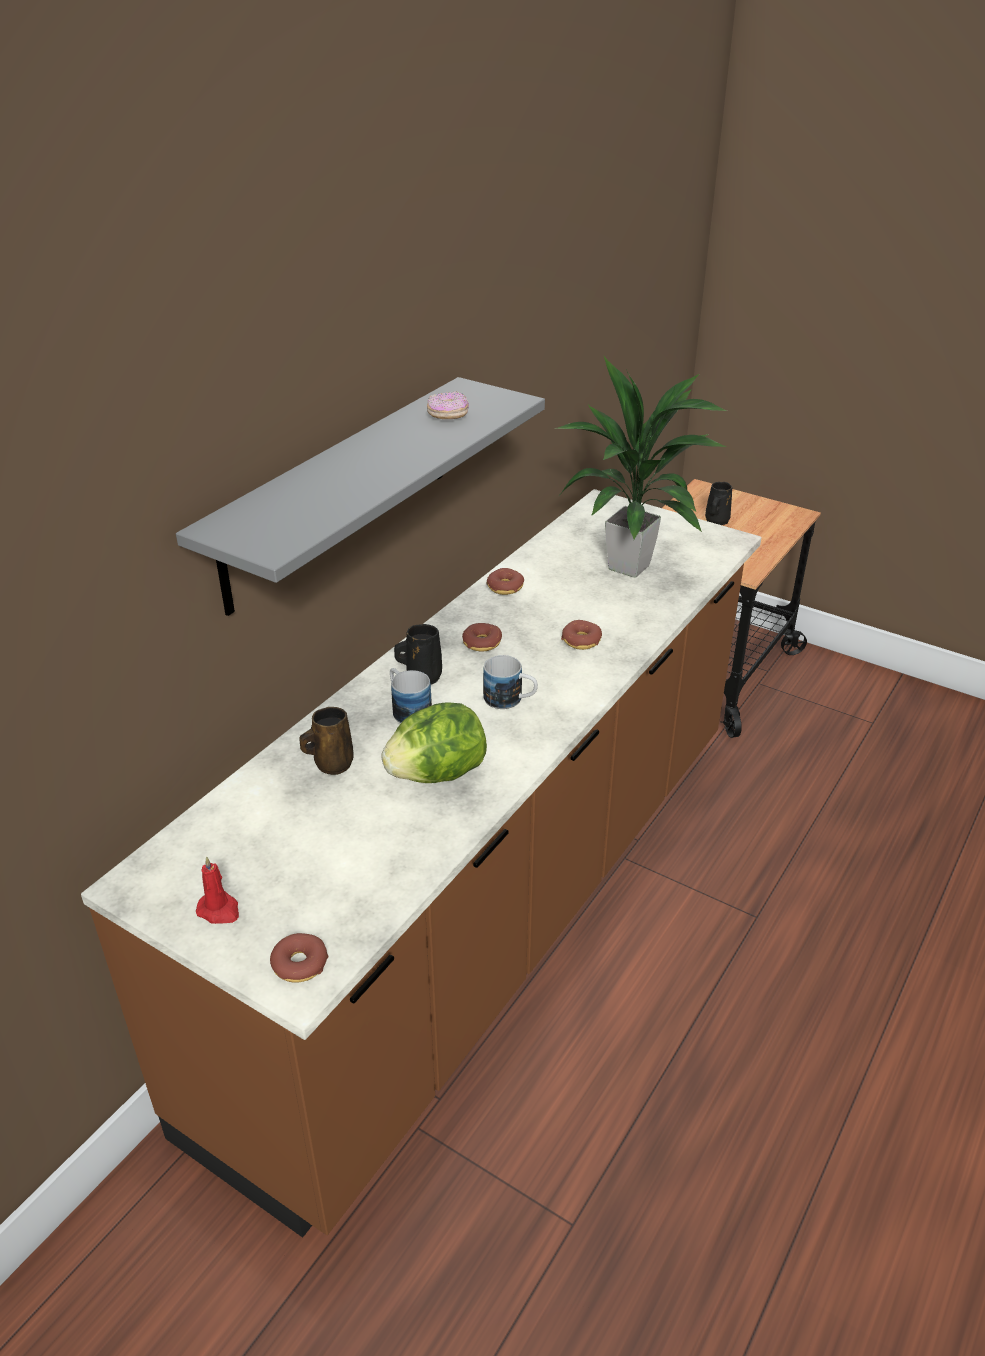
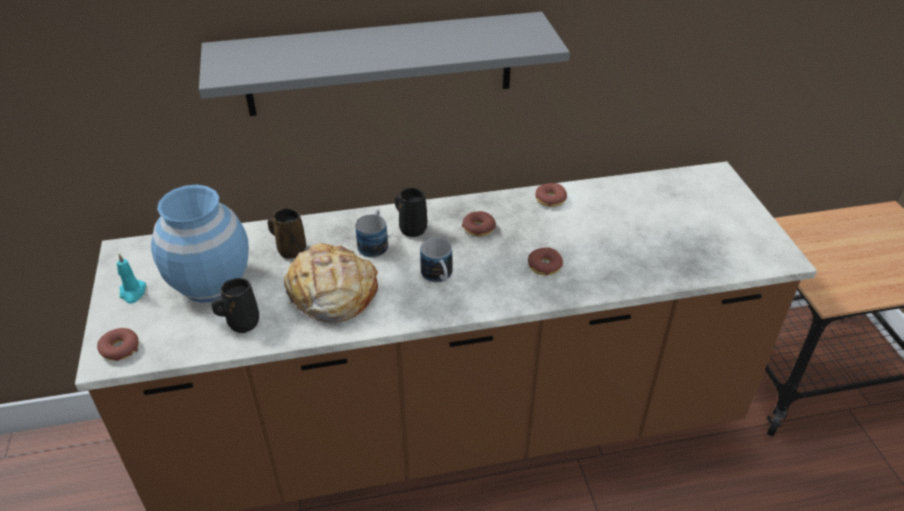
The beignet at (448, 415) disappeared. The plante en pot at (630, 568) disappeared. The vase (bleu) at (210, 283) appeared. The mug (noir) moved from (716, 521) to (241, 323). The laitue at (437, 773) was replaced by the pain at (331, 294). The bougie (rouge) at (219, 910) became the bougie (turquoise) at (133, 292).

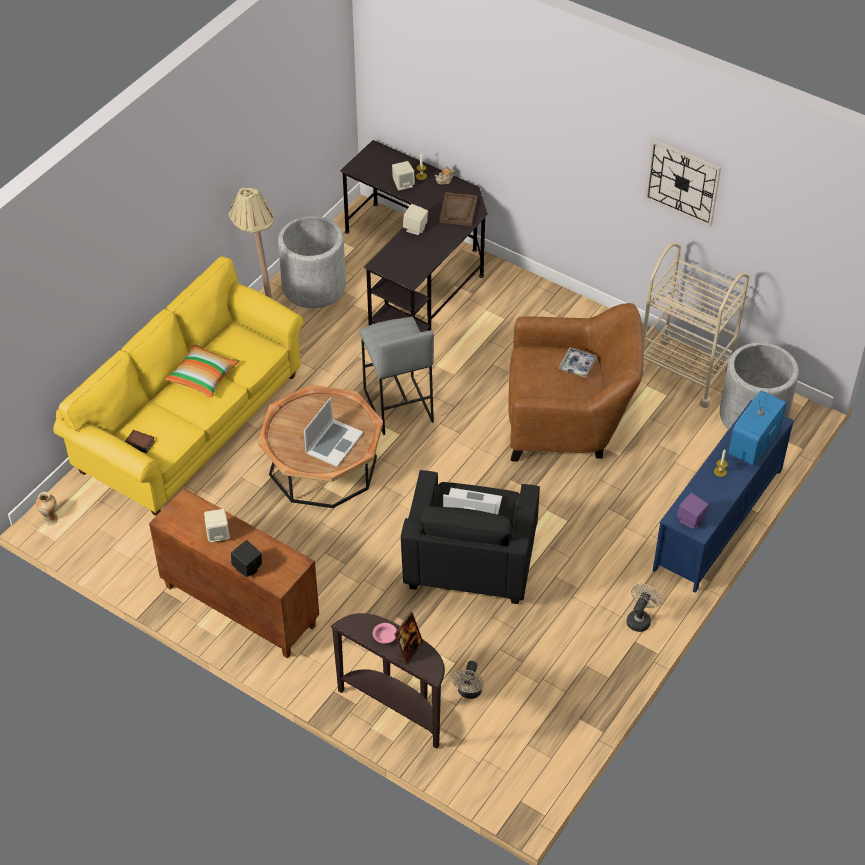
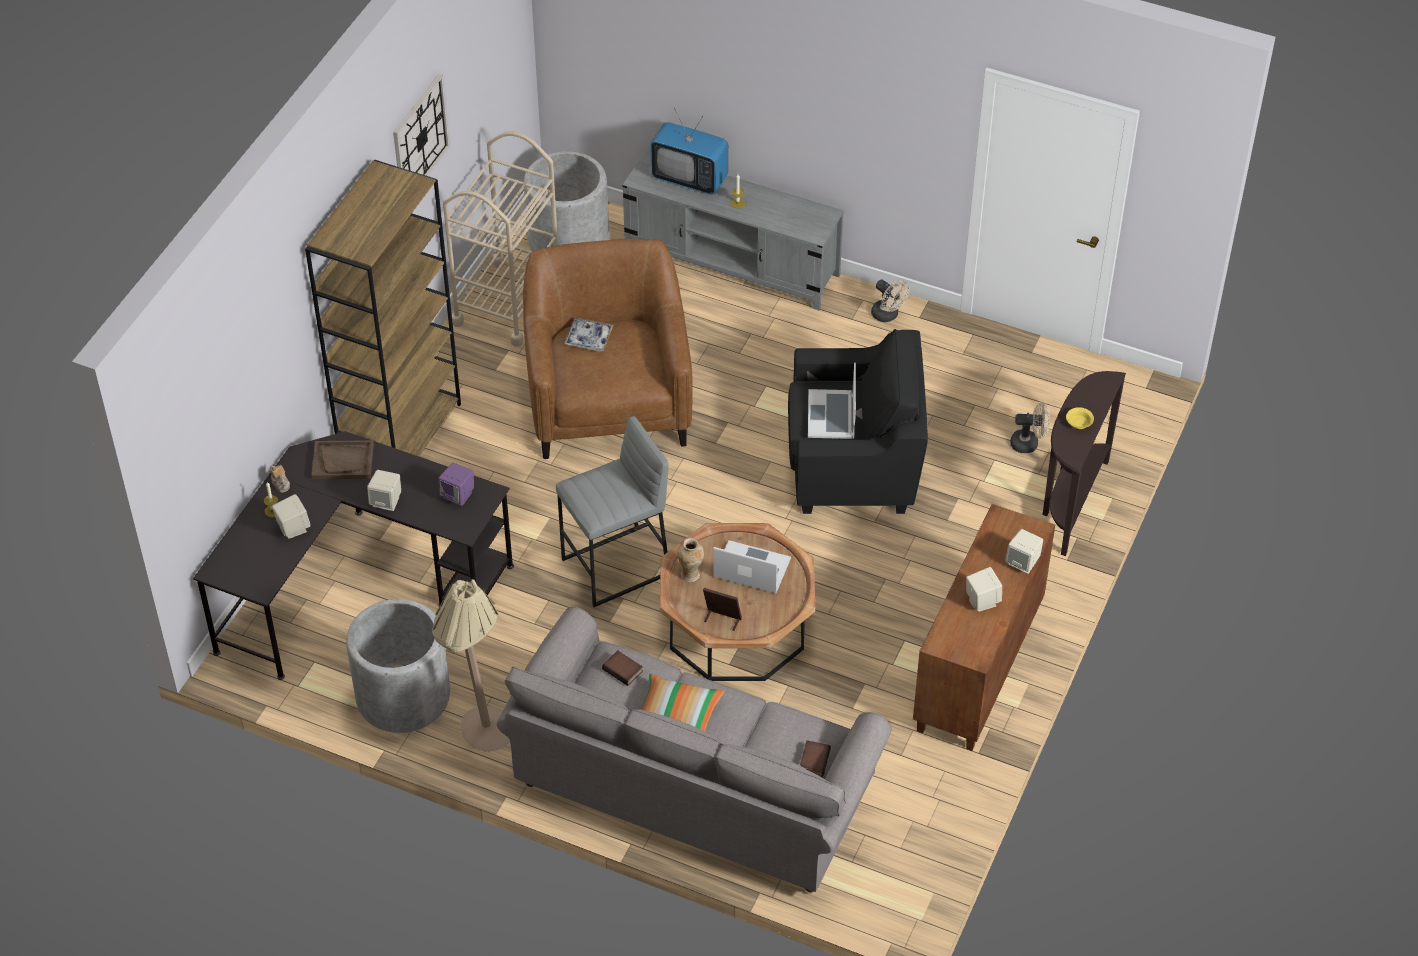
The bibliothèque (marron) at (401, 437) appeared. The livre at (623, 670) appeared. The vase moved from (50, 520) to (691, 575). The cadre photo moved from (408, 650) to (722, 620). The enceinte (violet) moved from (690, 520) to (458, 495). The canapé (jaune) at (190, 424) became the canapé (gris) at (694, 786). The enceinte (noir) at (247, 568) became the enceinte (beige) at (1023, 562). The bol (rose) at (384, 637) became the bol (jaune) at (1079, 423). The meuble télé (bleu) at (718, 519) became the meuble télé (gris) at (732, 262). The ventilateur (beige) at (640, 619) turned 150 degrees counterclockwise.

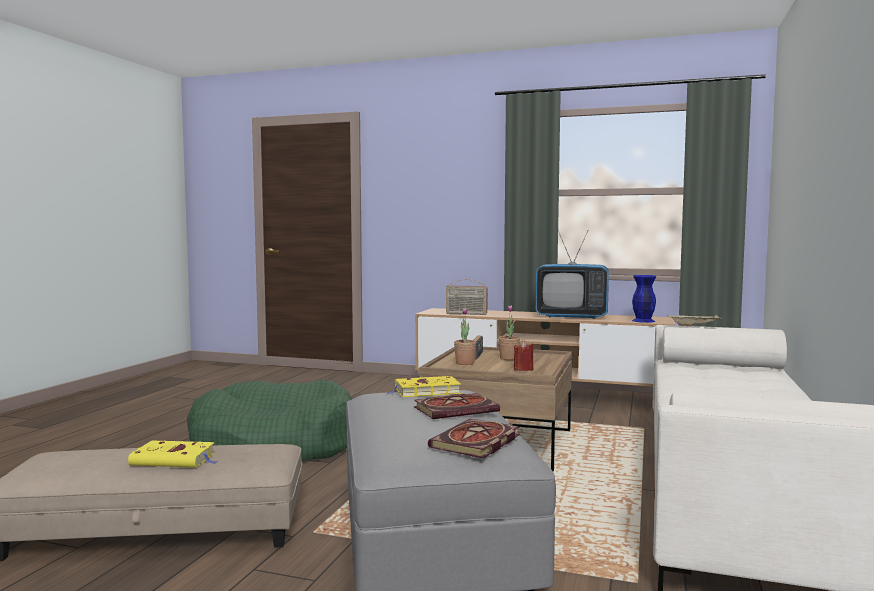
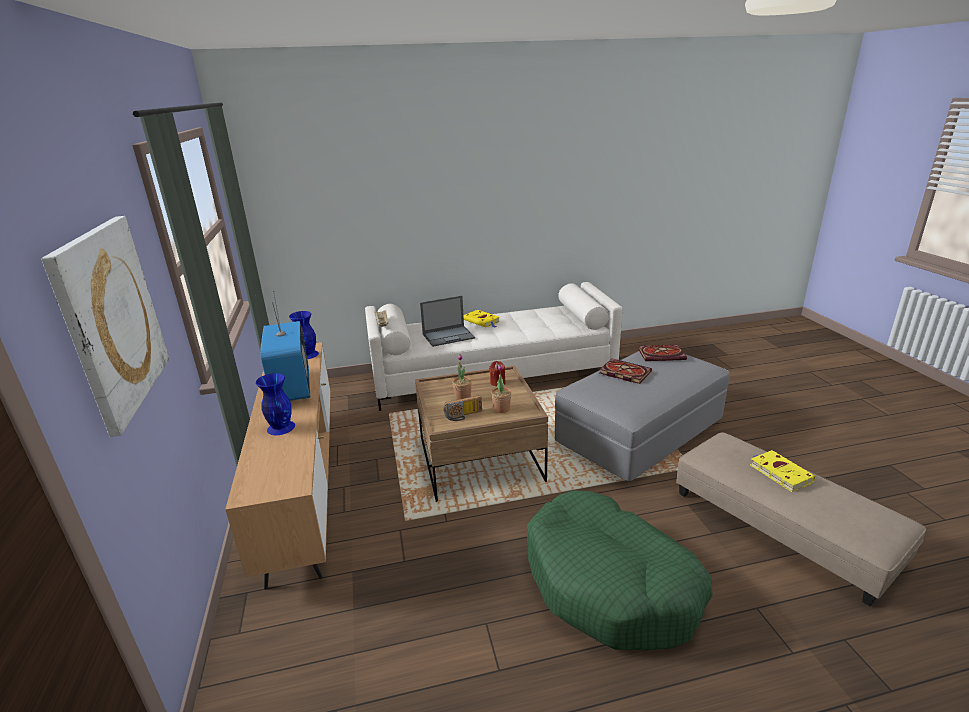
The radio at (466, 314) disappeared. The tableau at (111, 319) appeared. The vase (bleu) at (280, 427) appeared. The ordinateur portable at (449, 336) appeared. The livre (jaune) moved from (425, 391) to (482, 321).

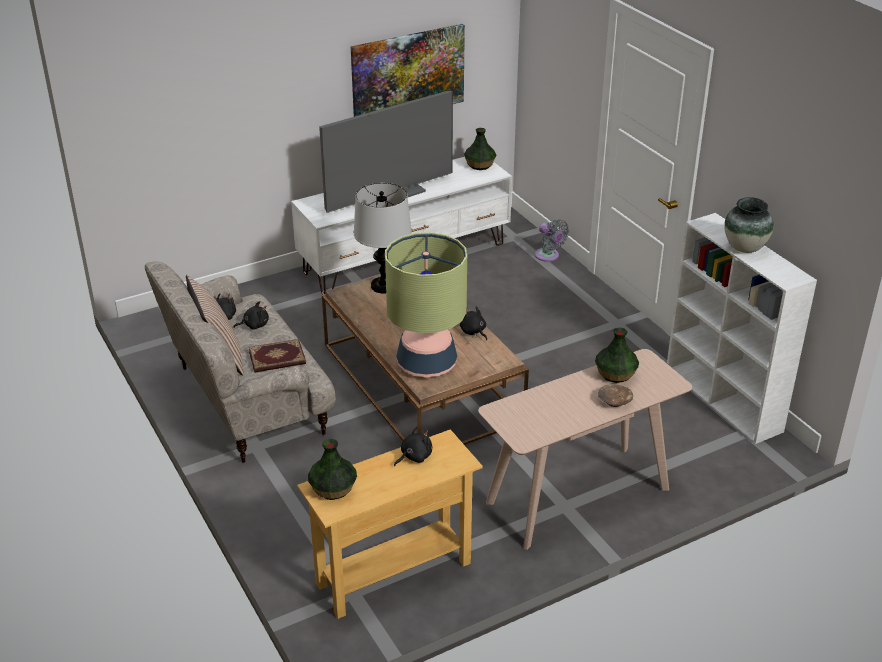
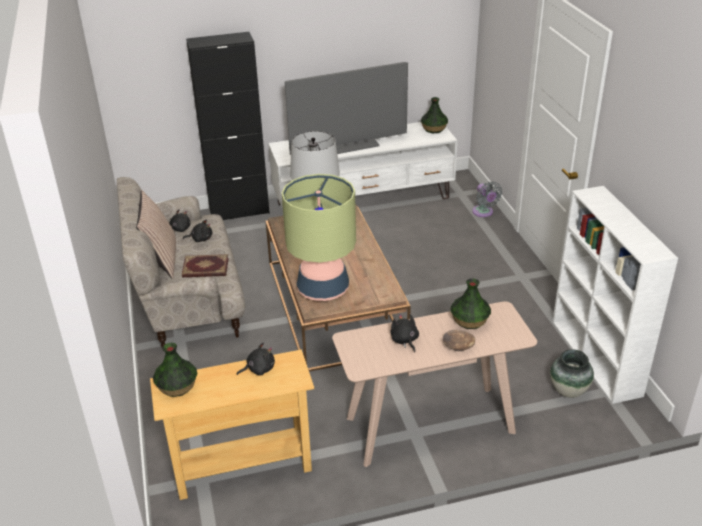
The tableau at (408, 74) disappeared. The meuble de rangement (noir) at (239, 211) appeared. The peluche (noir) moved from (473, 332) to (404, 340). The vase moved from (744, 248) to (568, 391).

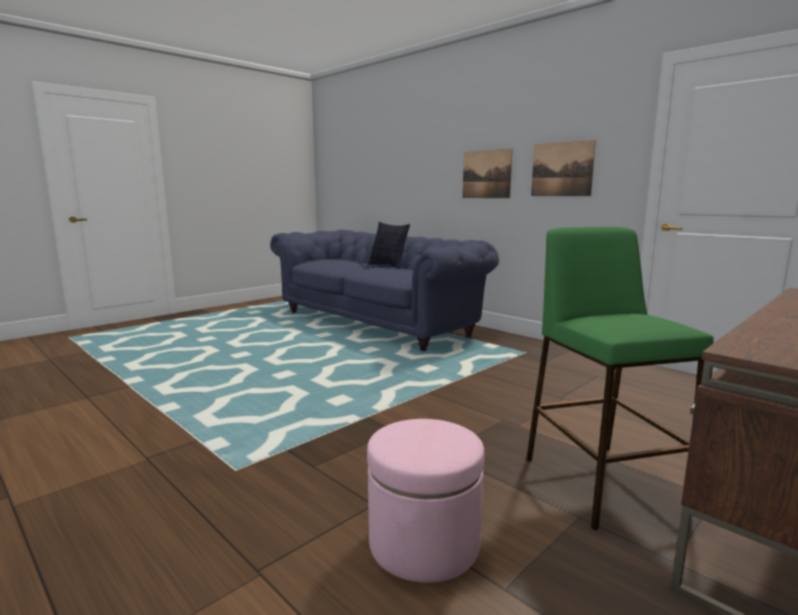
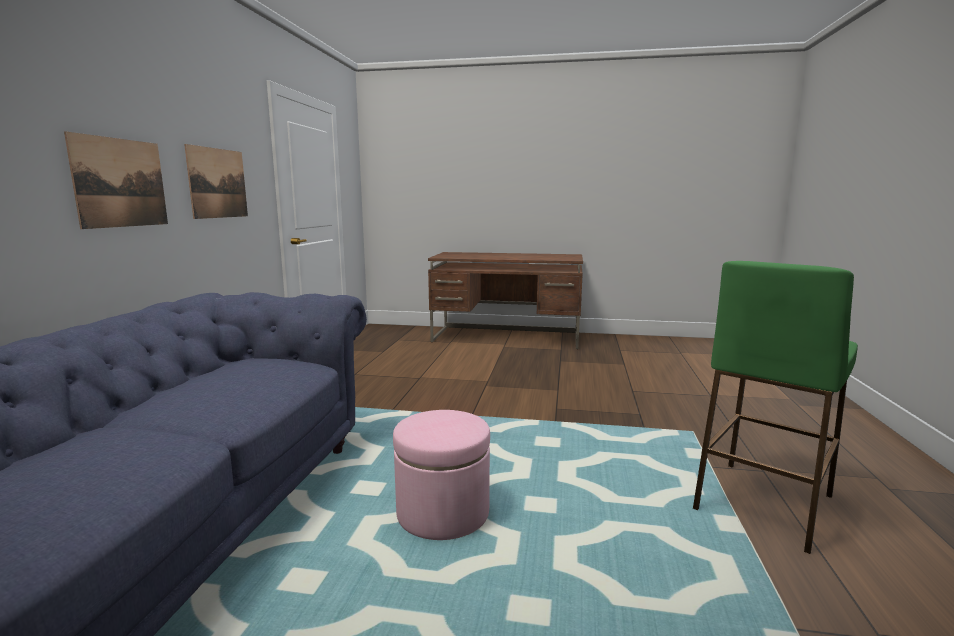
The coussin at (388, 266) disappeared. The pouf (rose) moved from (424, 543) to (443, 513). The tabouret (vert) moved from (600, 483) to (763, 503).

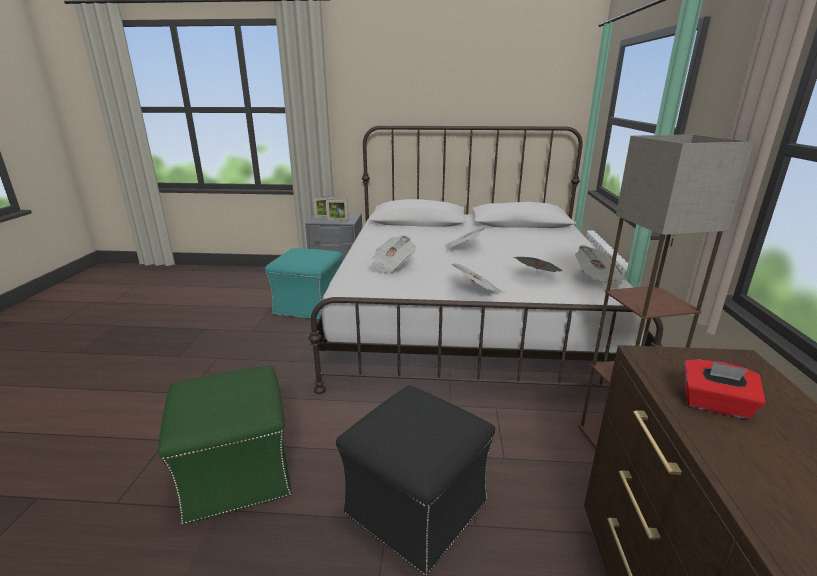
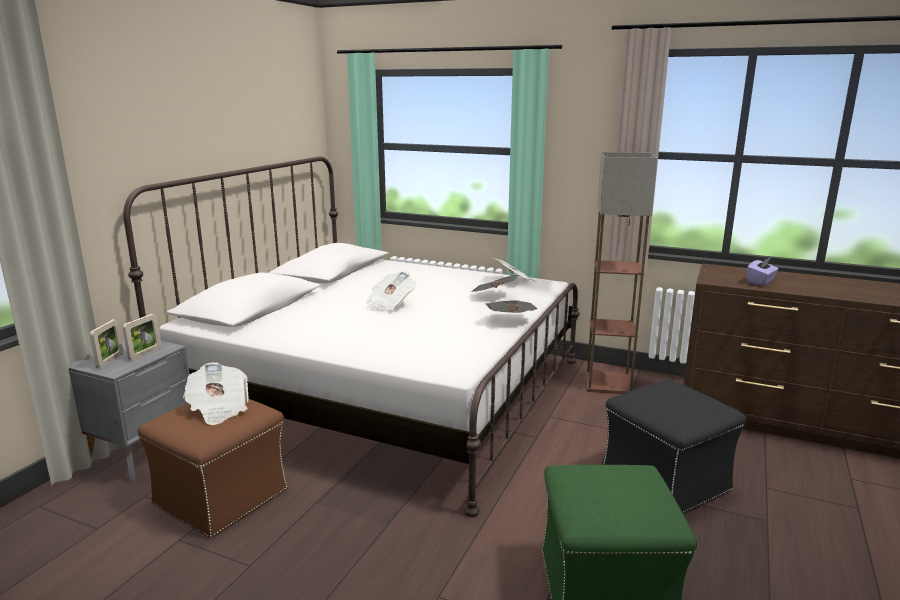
The journal moved from (390, 267) to (219, 409). The pouf (turquoise) at (310, 306) became the pouf (marron) at (222, 496). The boîte à mouchoirs (rouge) at (715, 405) became the boîte à mouchoirs (violet) at (760, 282).

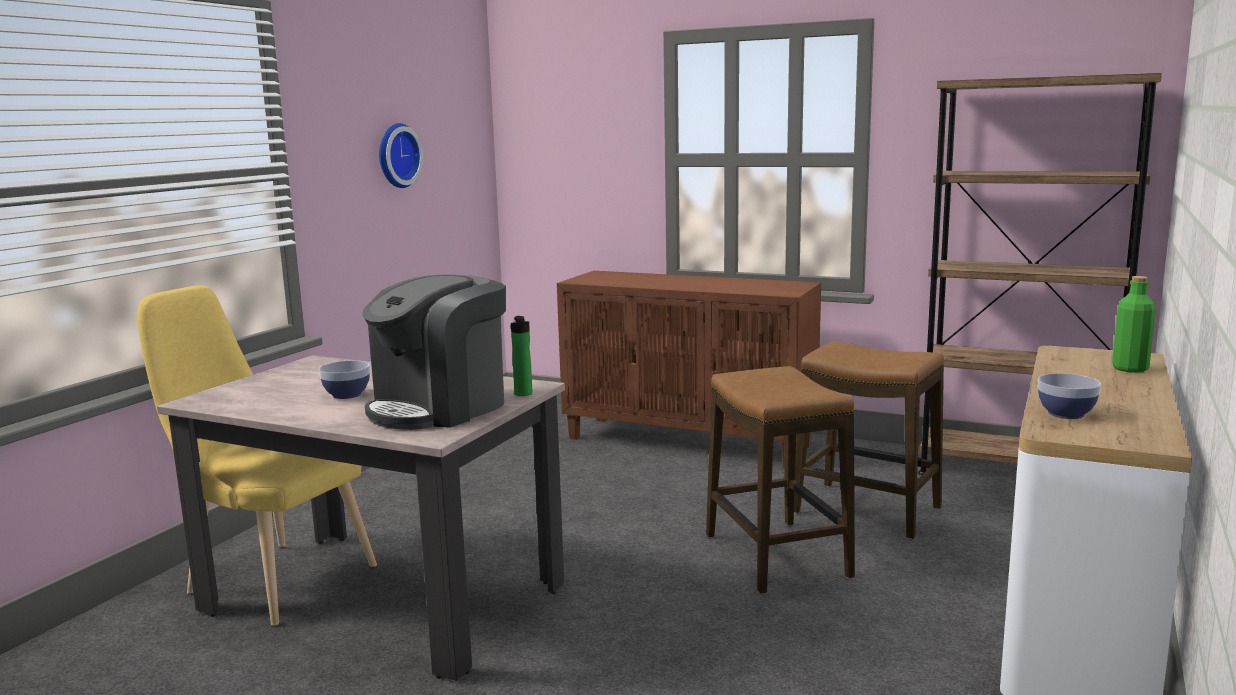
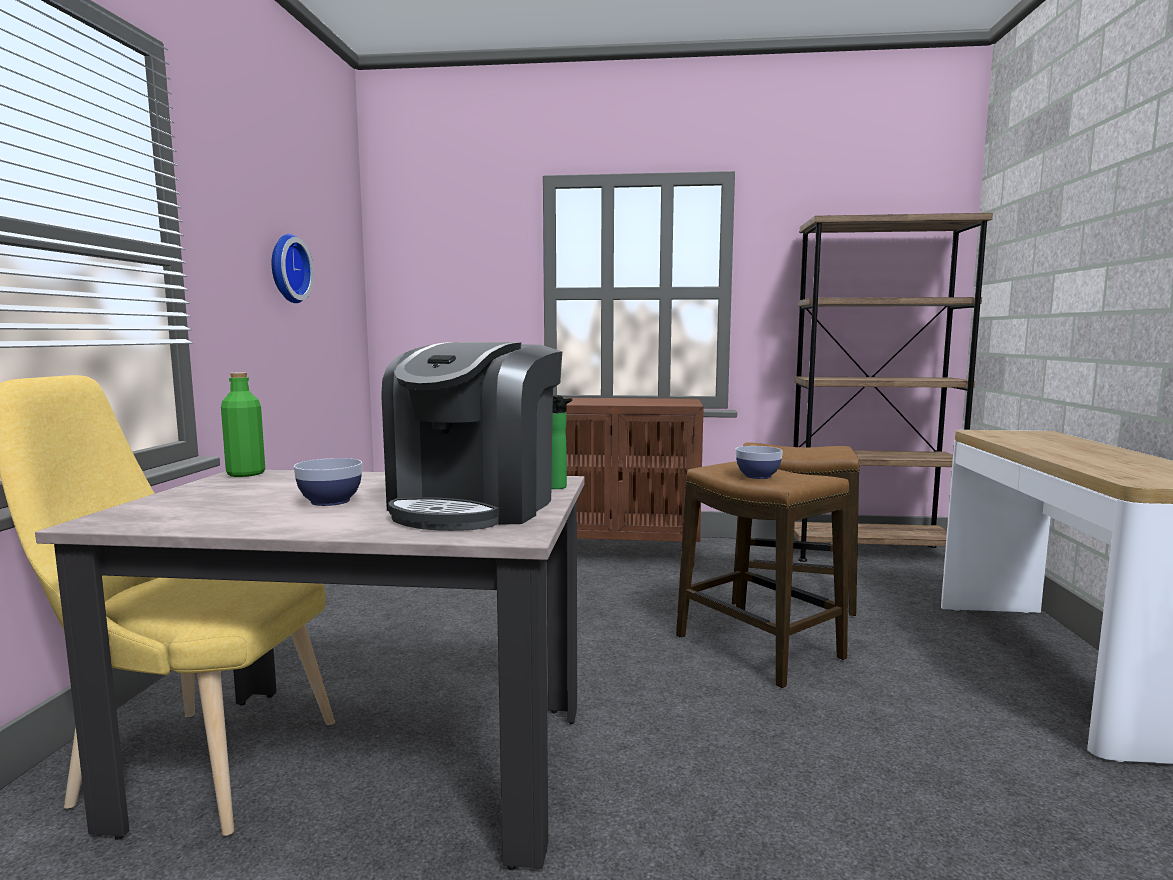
The bol moved from (1066, 414) to (757, 476). The bouteille (vert) moved from (1130, 369) to (246, 474).

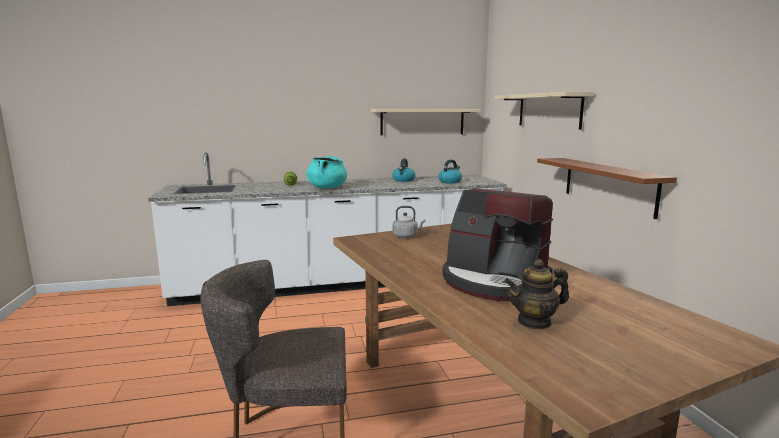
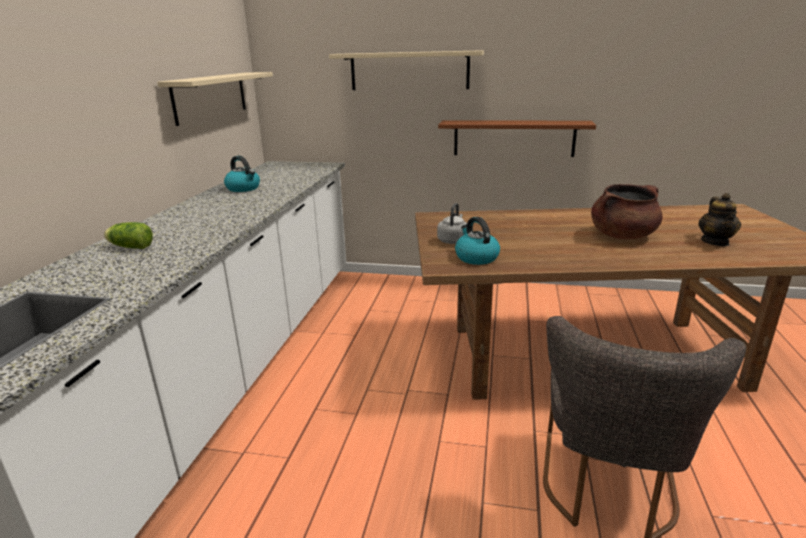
The marmite (turquoise) at (327, 187) disappeared. The bouilloire moved from (450, 182) to (476, 257). The machine à café at (493, 281) was replaced by the marmite (marron) at (622, 236).

